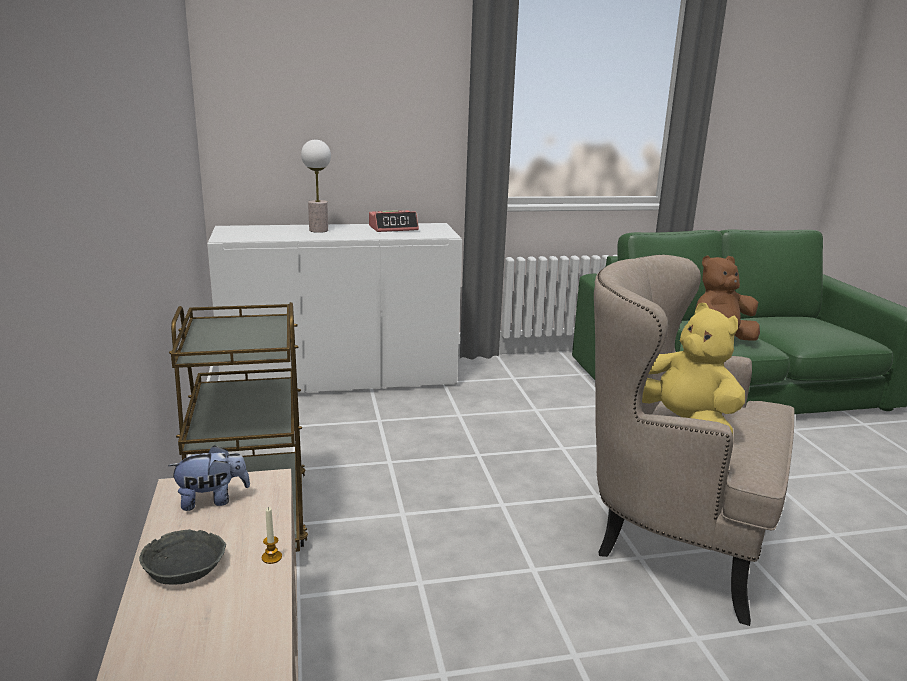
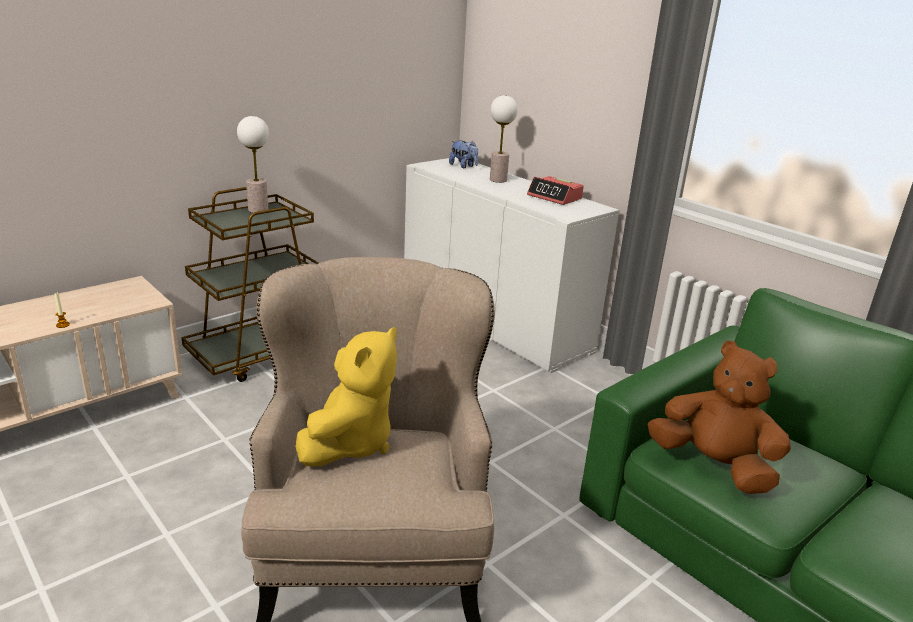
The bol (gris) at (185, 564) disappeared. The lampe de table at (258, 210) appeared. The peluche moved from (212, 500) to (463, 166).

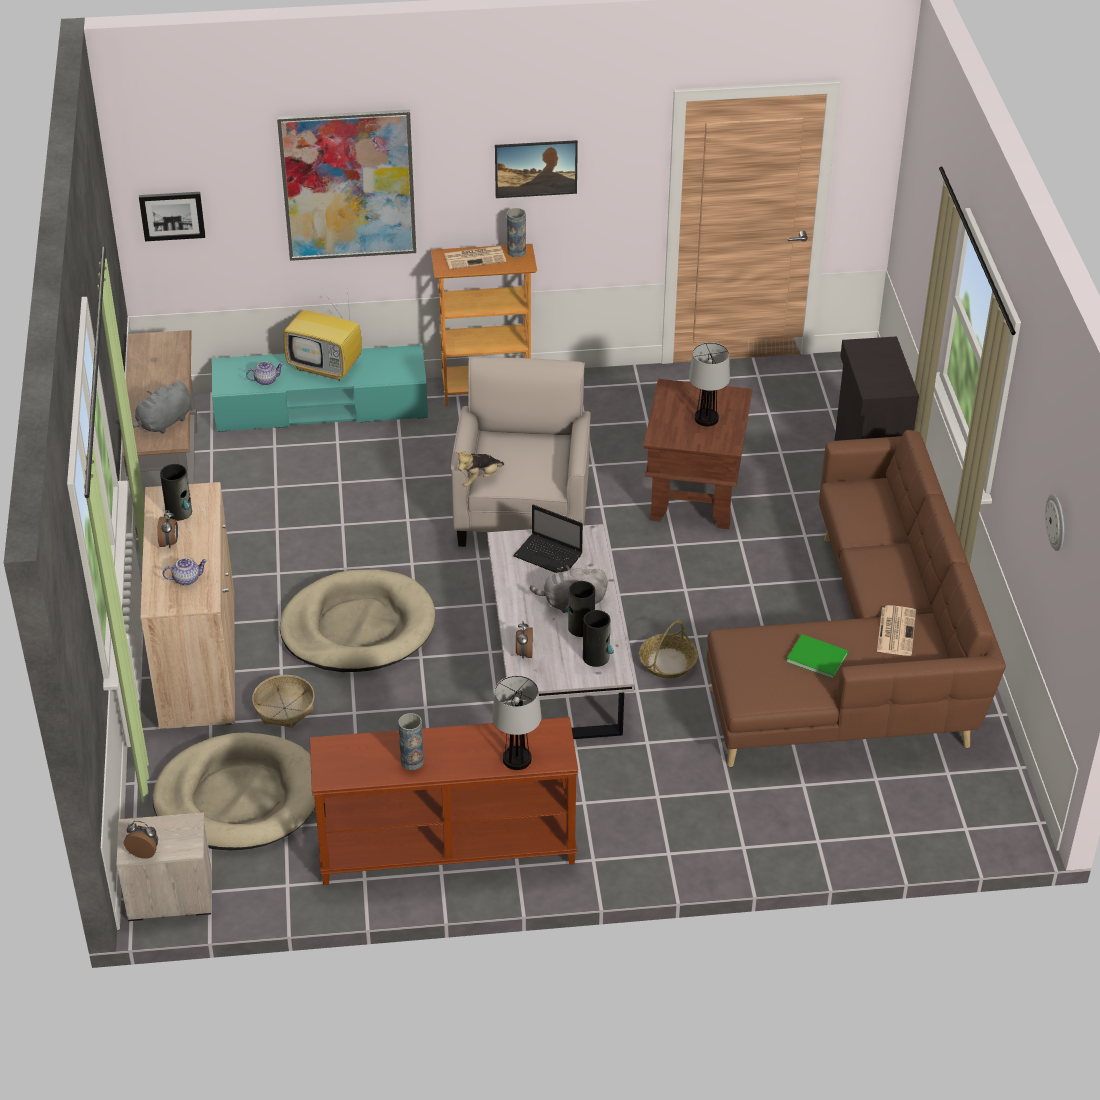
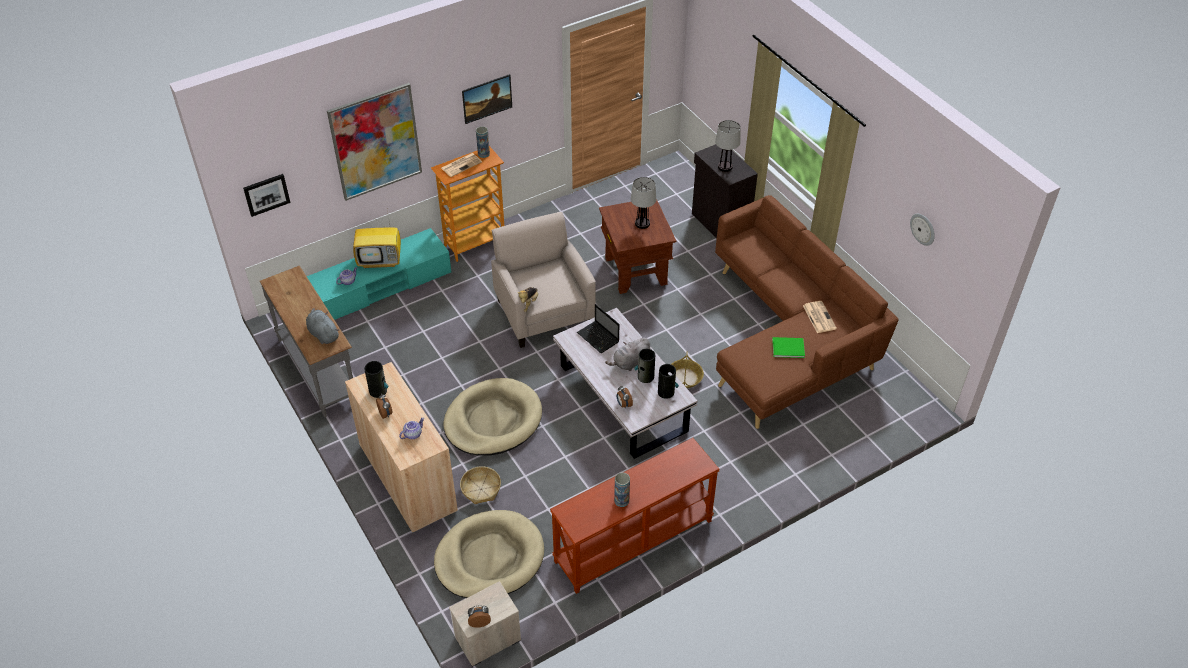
The lampe de table moved from (517, 759) to (725, 167). The peluche (gris) at (163, 423) turned 120 degrees clockwise. The ordinateur portable at (549, 556) turned 45 degrees clockwise.

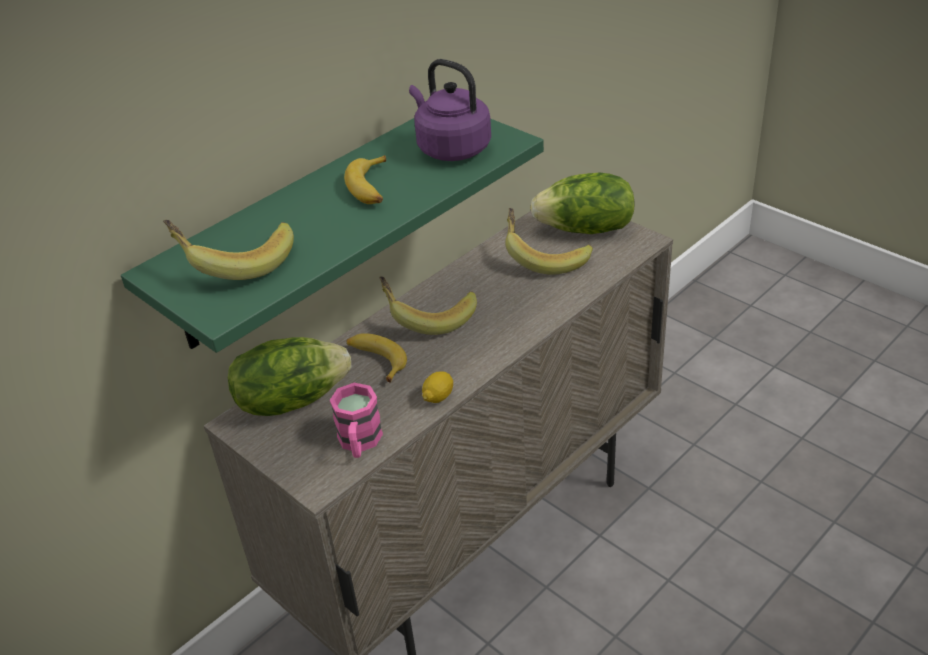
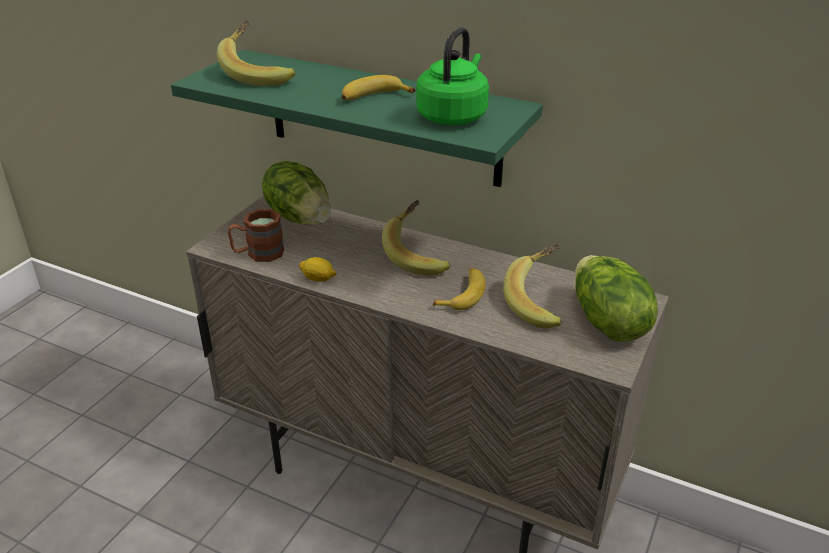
The banane moved from (376, 360) to (463, 294). The mug (rose) at (359, 443) became the mug (marron) at (258, 254). The bouilloire (violet) at (451, 148) became the bouilloire (vert) at (453, 116).

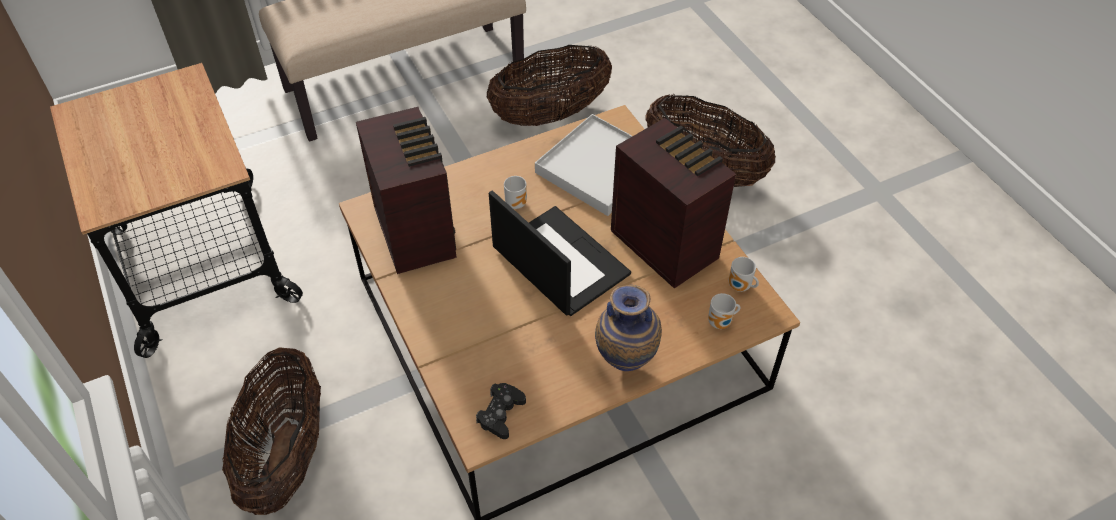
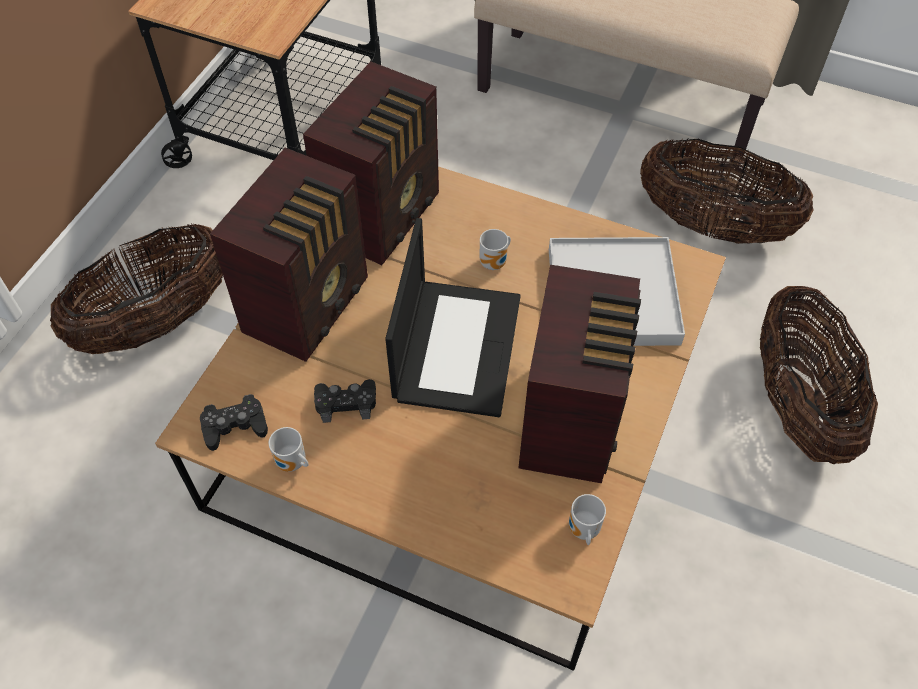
The vase at (626, 361) disappeared. The radio at (310, 304) appeared. The manette (noir) at (346, 403) appeared. The mug moved from (721, 323) to (292, 464).

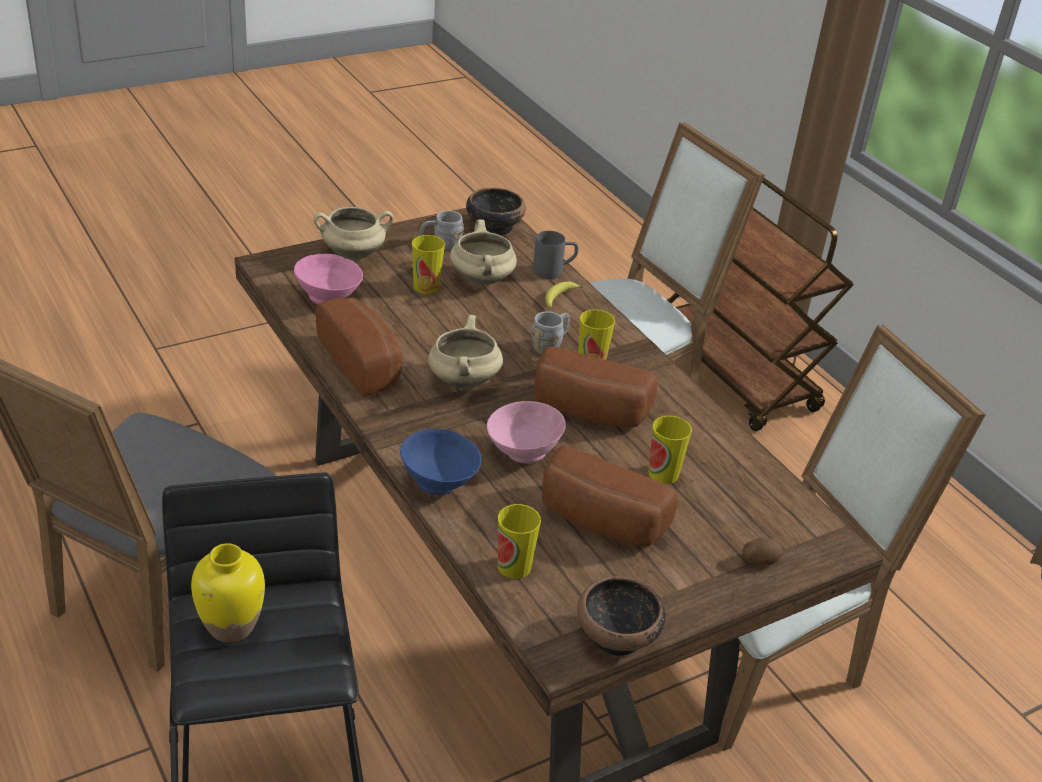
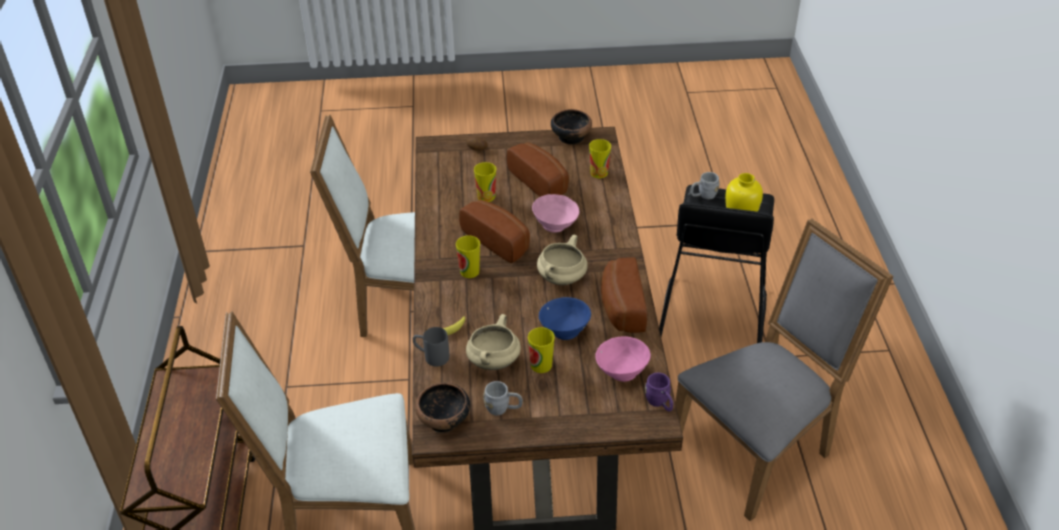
The marmite (beige) at (354, 254) disappeared. The mug (violet) at (660, 403) appeared. The bol (bleu) moved from (439, 483) to (564, 330). The mug (gris) moved from (550, 345) to (703, 195).

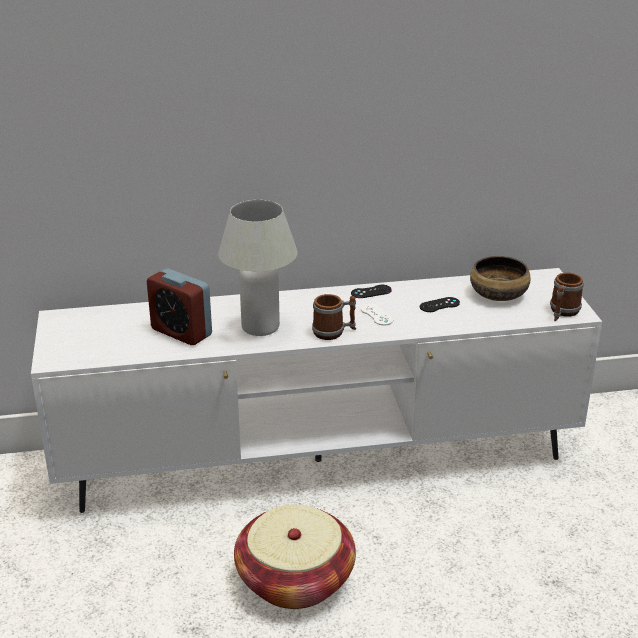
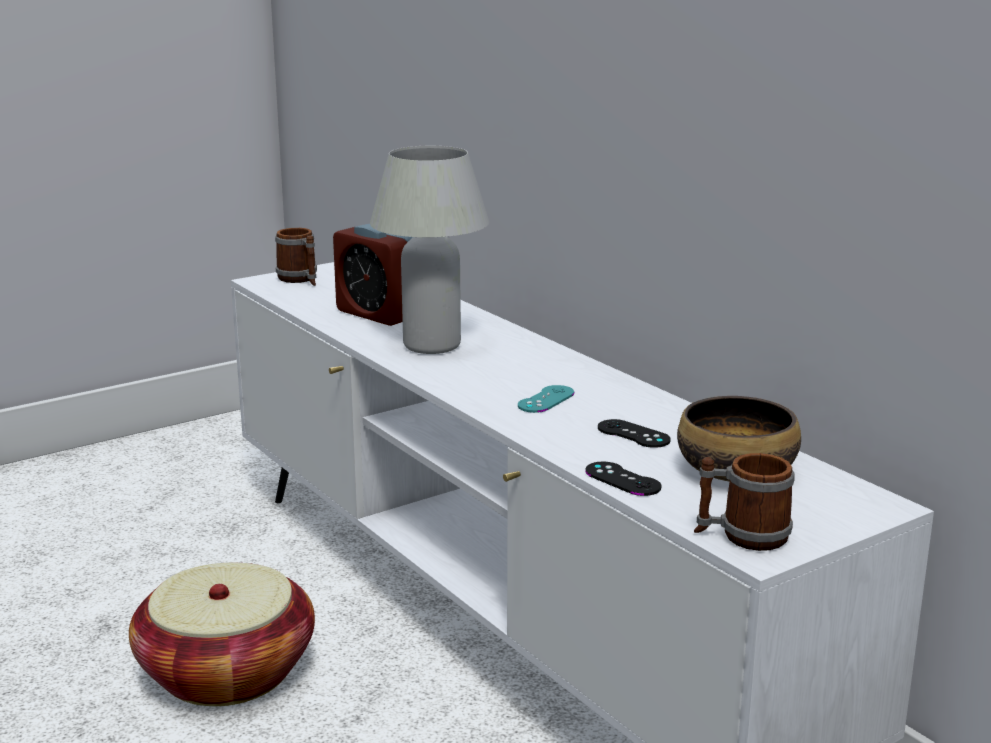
The mug moved from (334, 332) to (300, 280). The manette (noir) moved from (371, 292) to (622, 479). The manette (blanc) at (376, 315) became the manette (turquoise) at (546, 399). The réveil at (181, 332) turned 60 degrees counterclockwise.

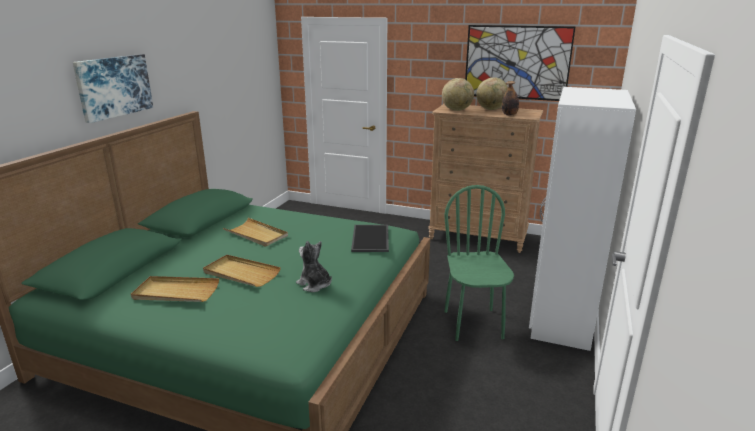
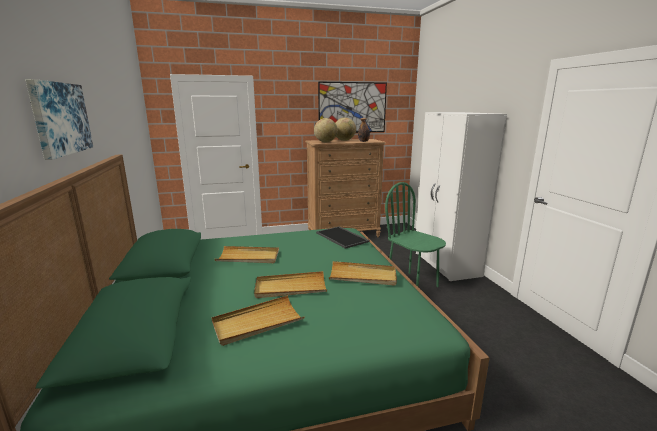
The peluche at (314, 285) was replaced by the plateau (beige) at (363, 276).

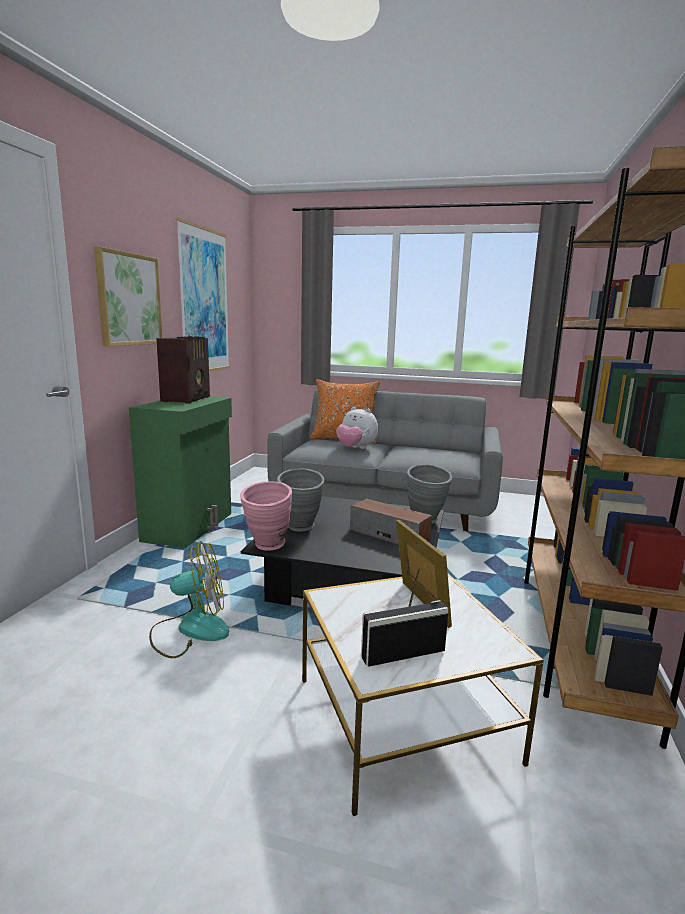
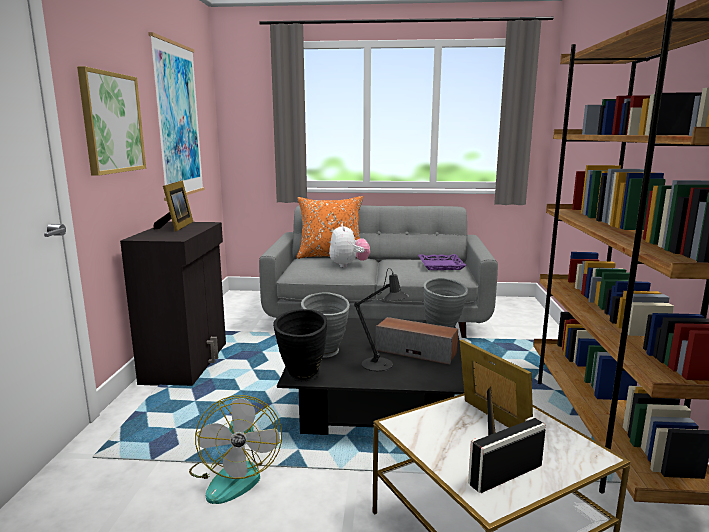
The lampe de table (noir) at (381, 365) appeared. The plateau (violet) at (441, 265) appeared. The radio at (187, 399) was replaced by the cadre photo at (177, 227). The meuble de rangement (vert) at (190, 527) became the meuble de rangement (noir) at (187, 362). The vase (rose) at (267, 547) became the vase (noir) at (302, 378). The ventilateur at (190, 630) turned 105 degrees clockwise. The peluche at (356, 448) turned 120 degrees counterclockwise.

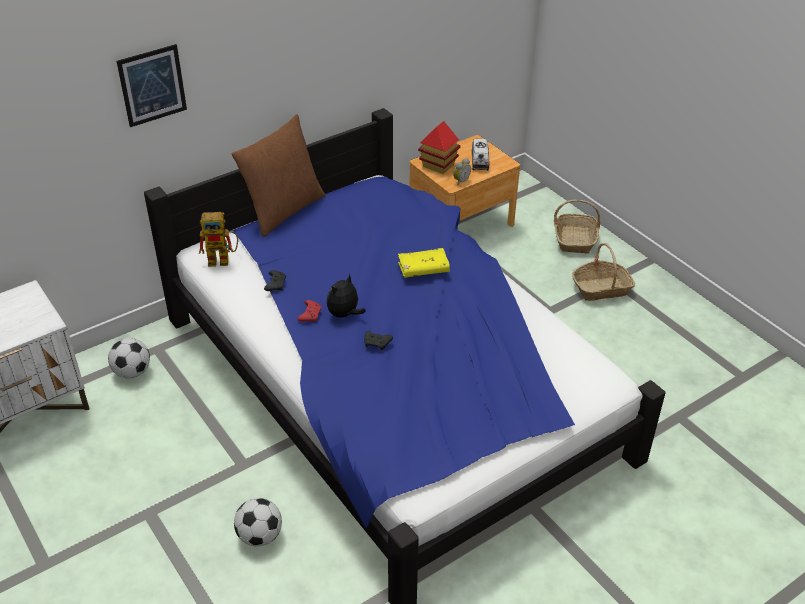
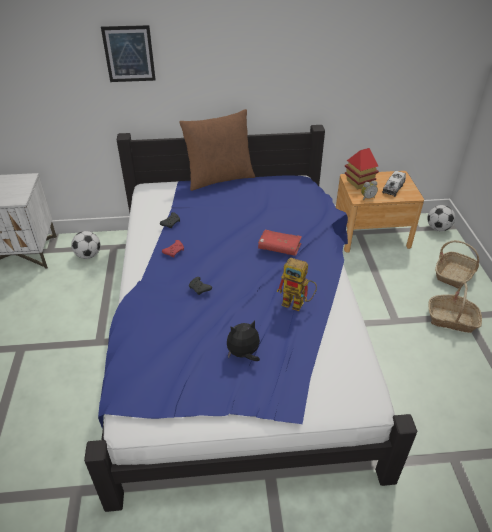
The robot jouet moved from (223, 259) to (298, 304). The ballon de foot moved from (260, 536) to (438, 228). The peluche moved from (344, 314) to (243, 354). The livre (jaune) at (423, 269) became the livre (rouge) at (279, 247).

